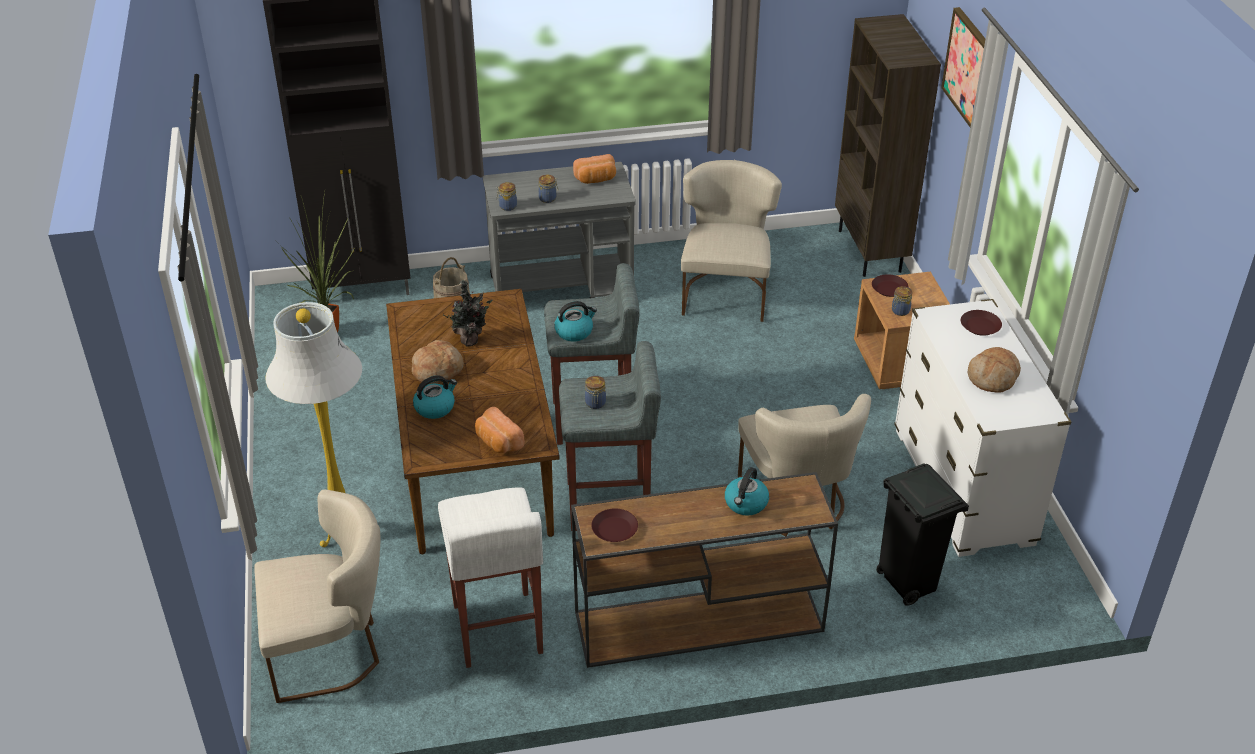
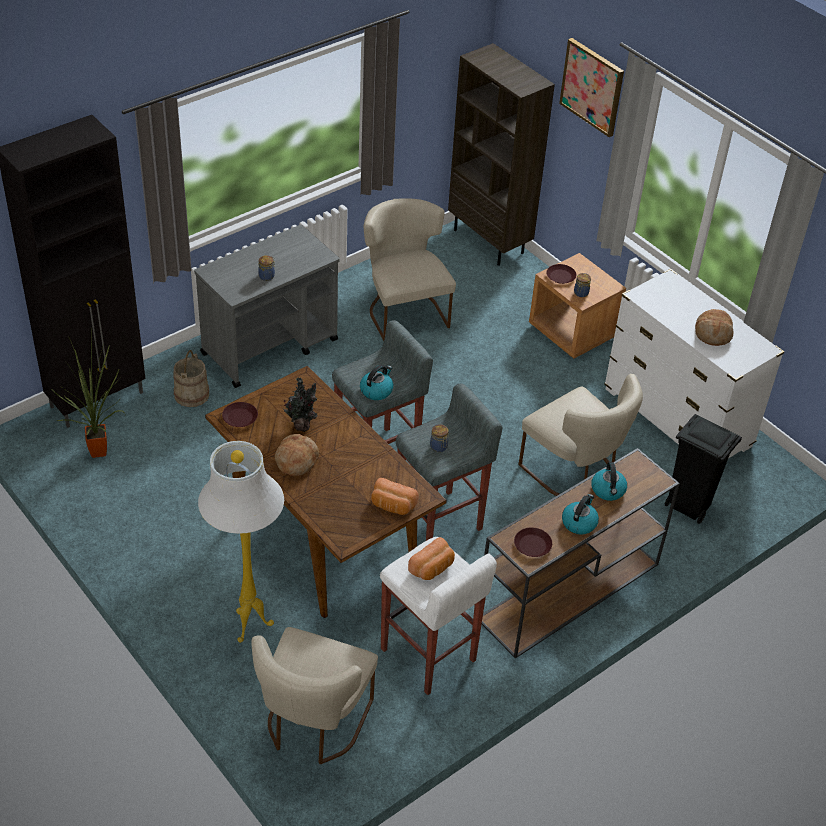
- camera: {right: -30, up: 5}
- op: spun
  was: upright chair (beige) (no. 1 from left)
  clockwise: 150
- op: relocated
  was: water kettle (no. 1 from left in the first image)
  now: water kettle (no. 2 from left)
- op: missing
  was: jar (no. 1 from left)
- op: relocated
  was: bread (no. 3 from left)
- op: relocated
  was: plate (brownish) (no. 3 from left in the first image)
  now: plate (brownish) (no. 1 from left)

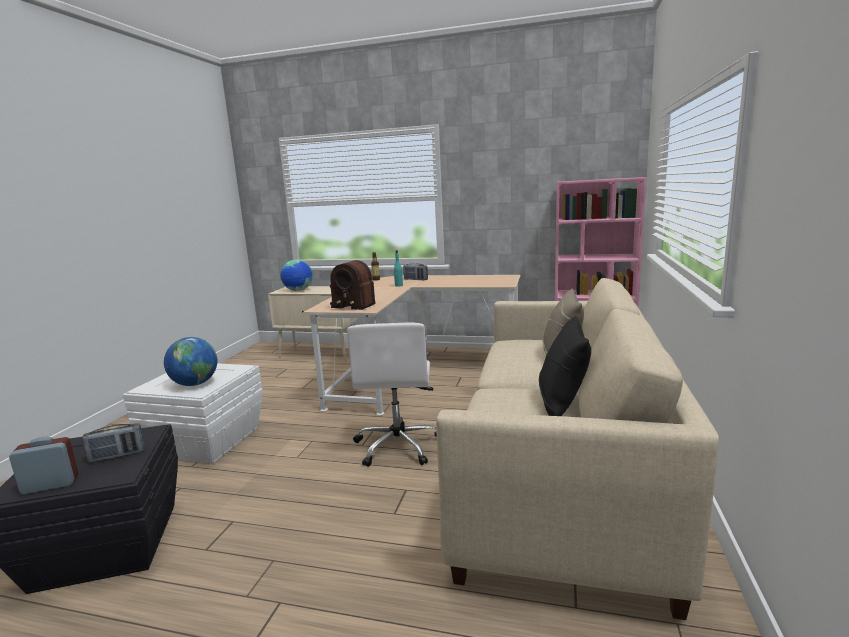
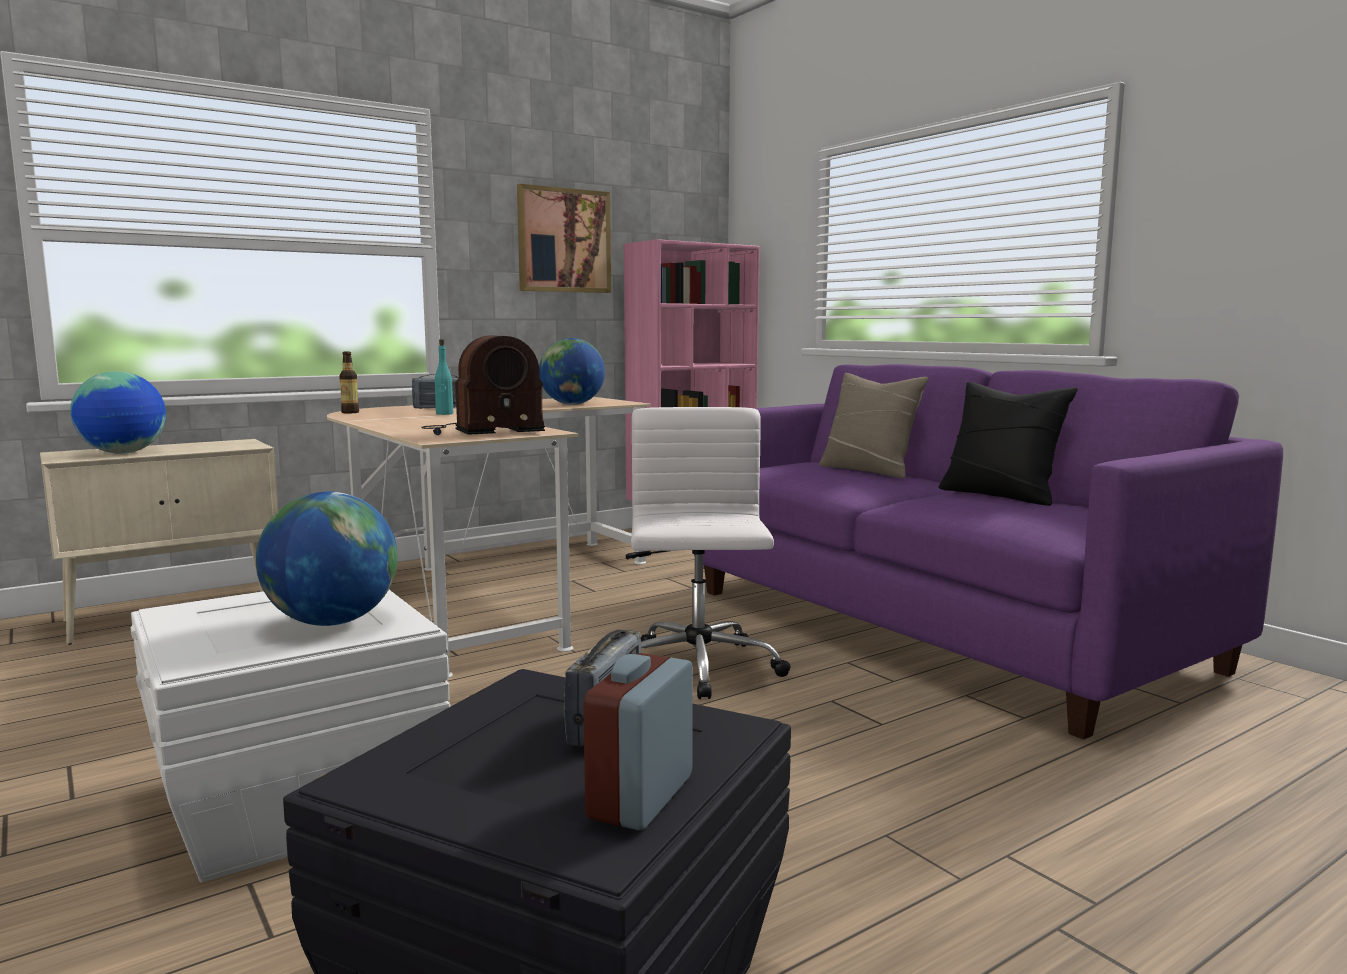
- camera: {right: -50, up: -5}
- op: spun
  was: computer chair (white)
  clockwise: -135
- op: colour
  was: settee (beige)
  now: settee (purple-coloured)
- op: appeared
  now: picture
- op: appeared
  now: world globe (no. 3 from left)

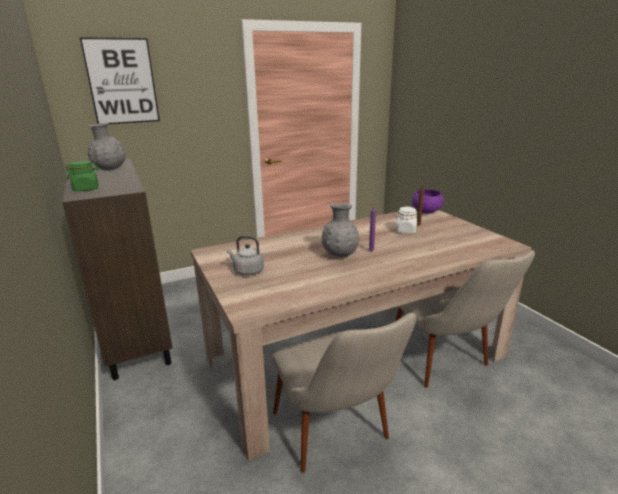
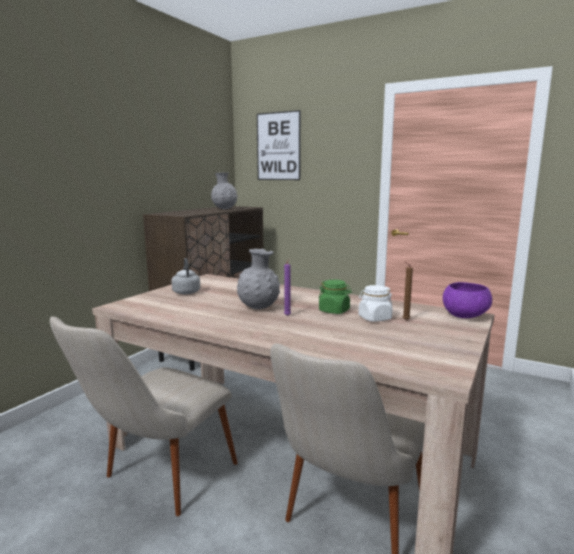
- camera: {right: 55, up: -10}
- op: relocated
  was: jar (green-coloured)

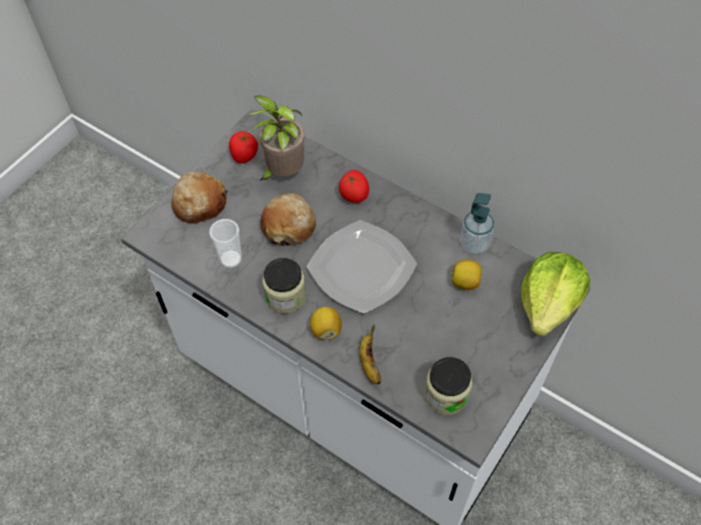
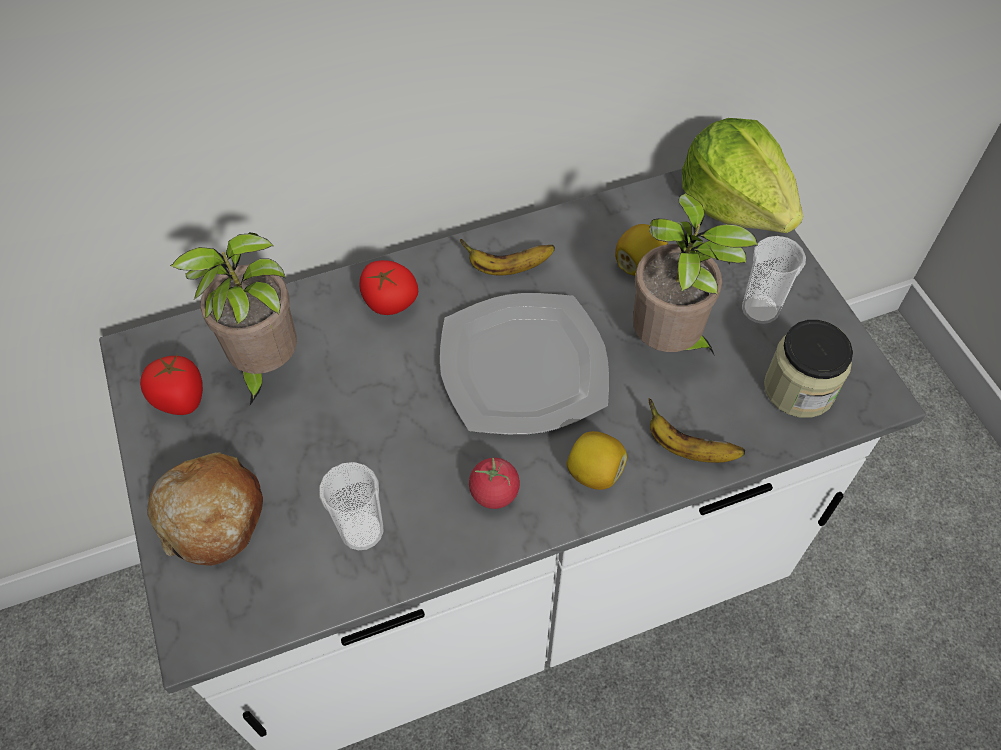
- camera: {right: -55, up: 0}
- op: missing
  was: bread (no. 2 from left)
- op: exchanged
  was: jar (no. 1 from left)
  now: tomato (no. 3 from left)
- op: missing
  was: soap dispenser
- op: appeared
  now: banana (no. 1 from left)
- op: appeared
  now: plant in a pot (no. 2 from left)
- op: appeared
  now: small cup (no. 2 from left)

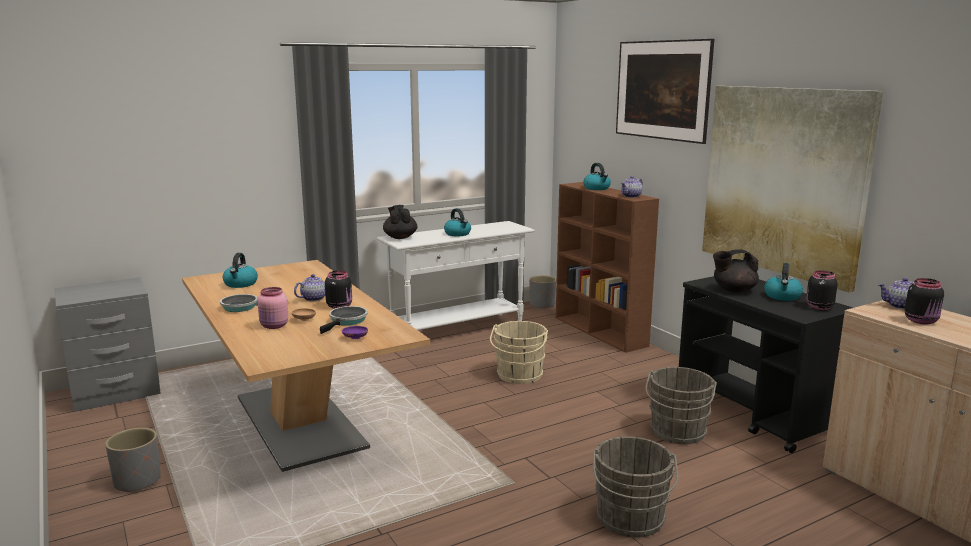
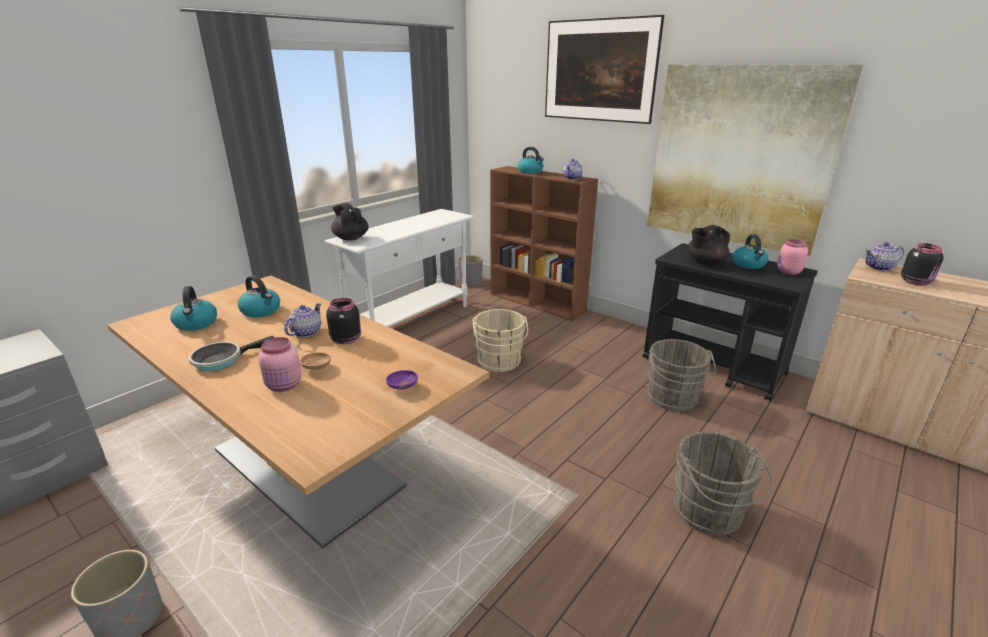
- camera: {right: -20, up: 10}
- op: missing
  was: skillet (no. 2 from left)
- op: relocated
  was: water kettle (no. 2 from left)
- op: colour
  was: jar (black-coloured) (no. 2 from left)
  now: jar (pink) (no. 2 from left)

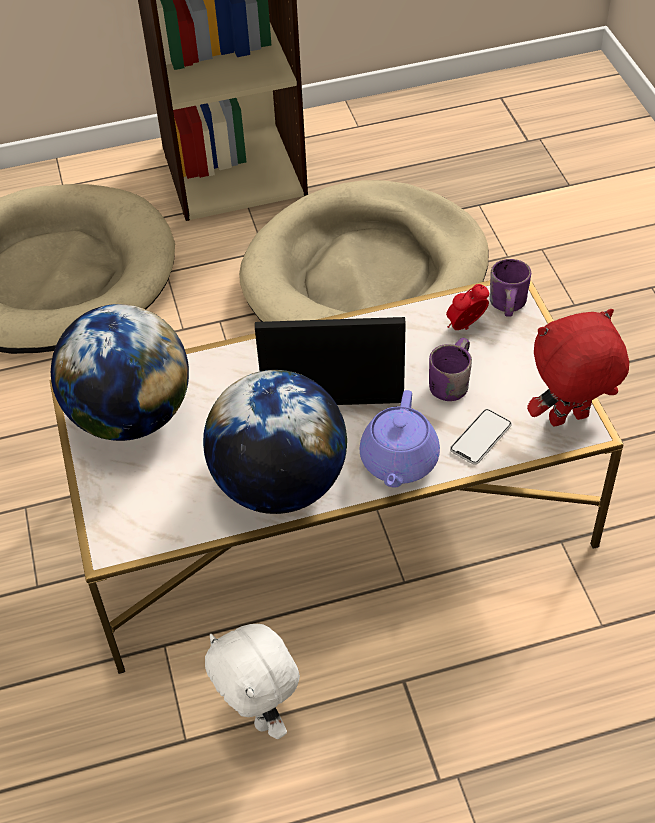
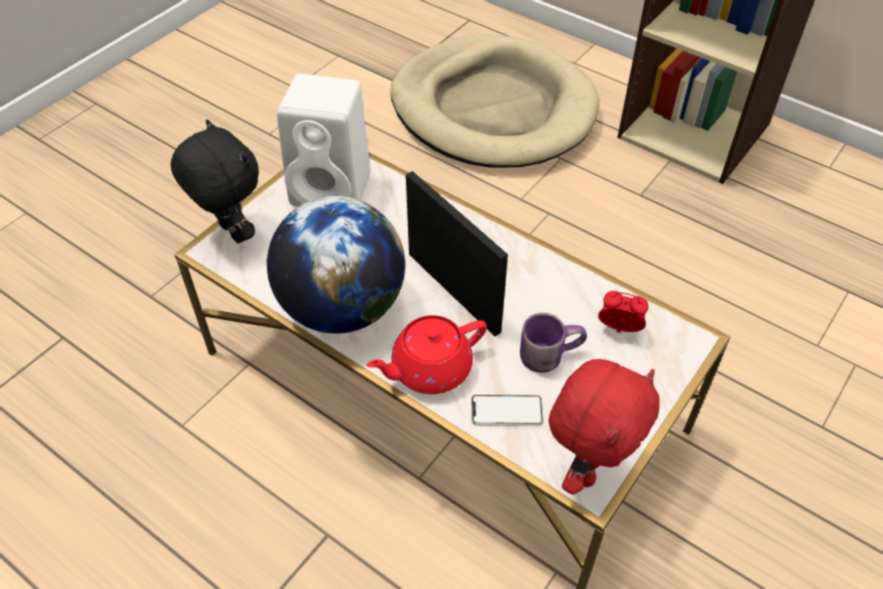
- camera: {right: 50, up: 0}
- op: exchanged
  was: world globe (no. 1 from left)
  now: speaker (white)
- op: missing
  was: soft toy (white)
- op: missing
  was: dog cushion (beige) (no. 2 from left)
- op: colour
  was: pot for tea (purple-coloured)
  now: pot for tea (reddish)
- op: missing
  was: tea mug (purple-coloured) (no. 2 from left)
- op: spun
  was: soft toy (reddish)
  clockwise: 90
- op: appeared
  now: soft toy (black-coloured)

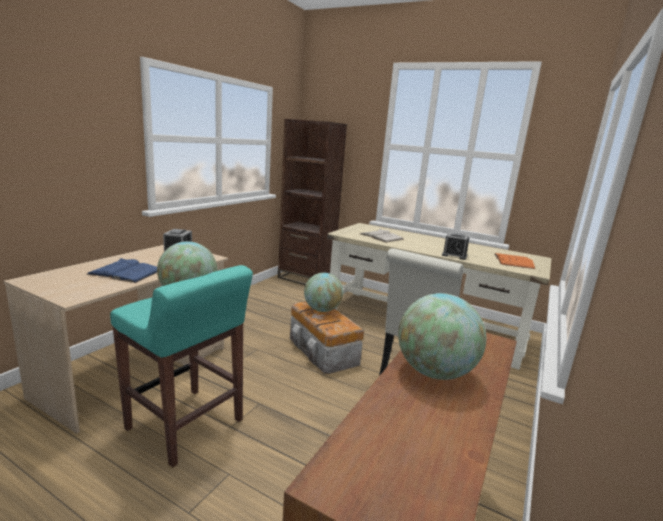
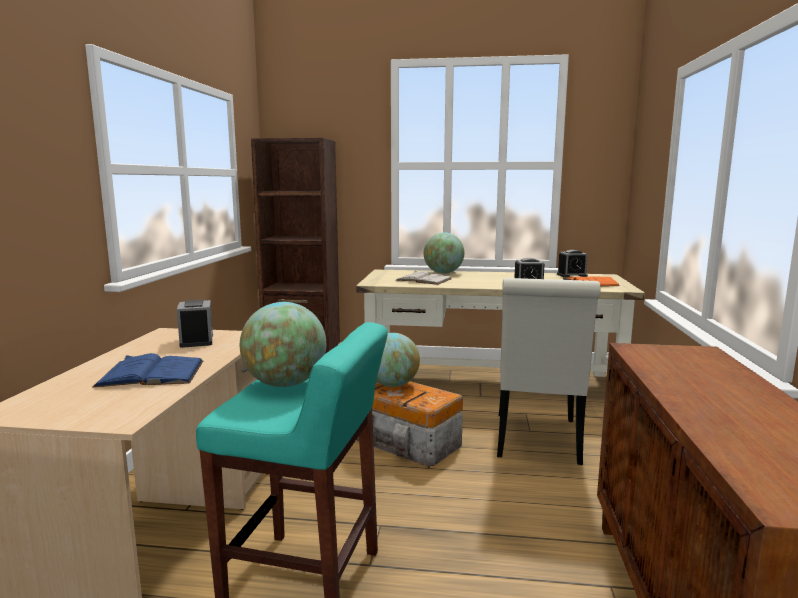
- camera: {right: -20, up: -5}
- op: relocated
  was: world globe (no. 3 from left)
- op: appeared
  now: bedside clock (no. 3 from left)

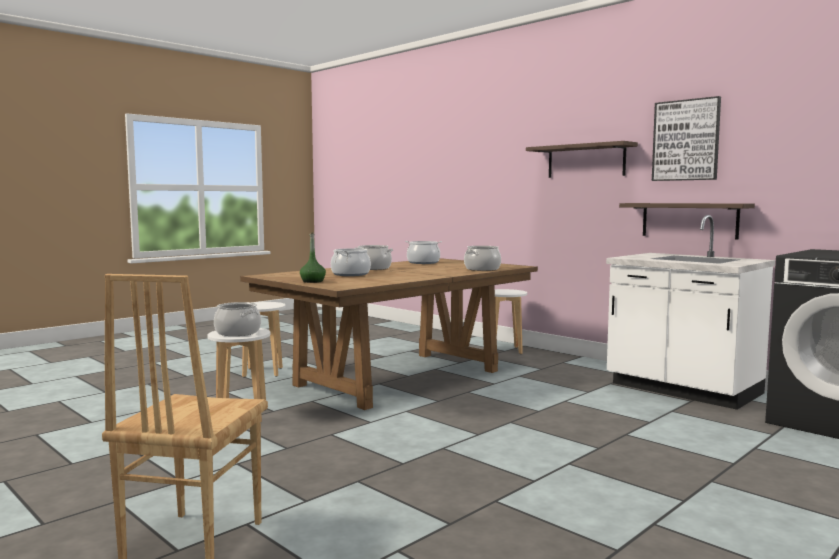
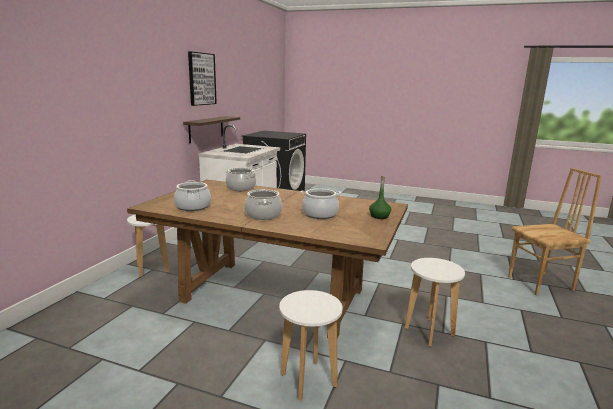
- camera: {right: -115, up: 10}
- op: missing
  was: stockpot (no. 1 from left)
- op: missing
  was: shelf (no. 1 from left)

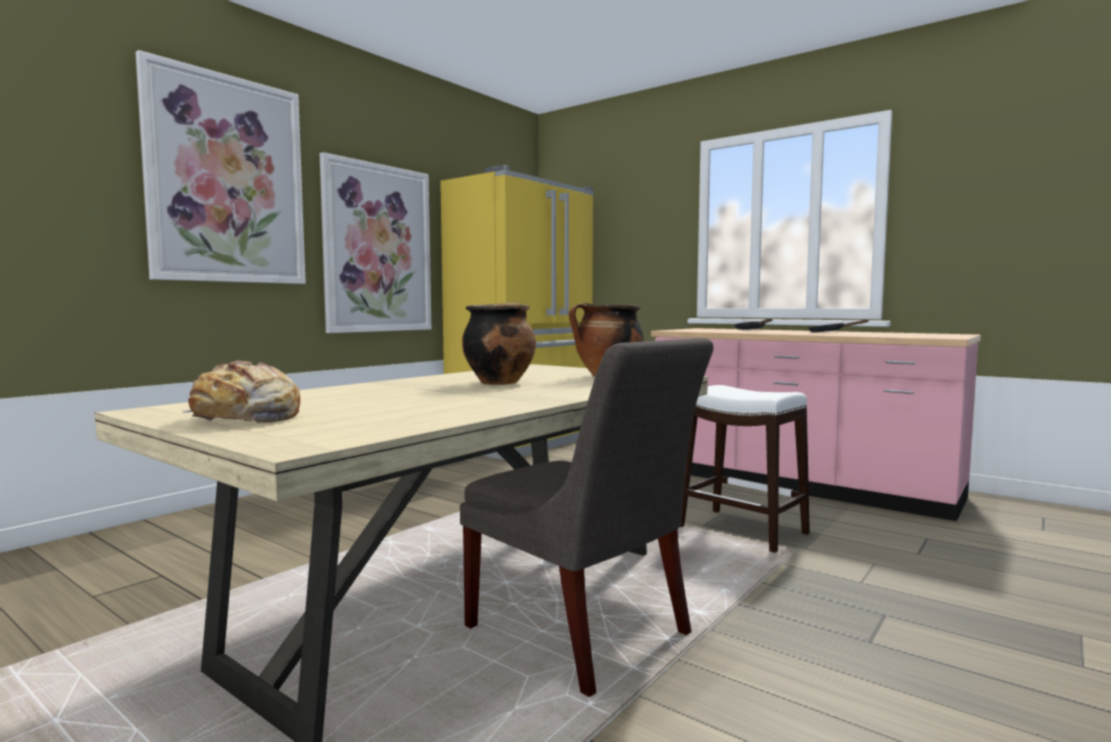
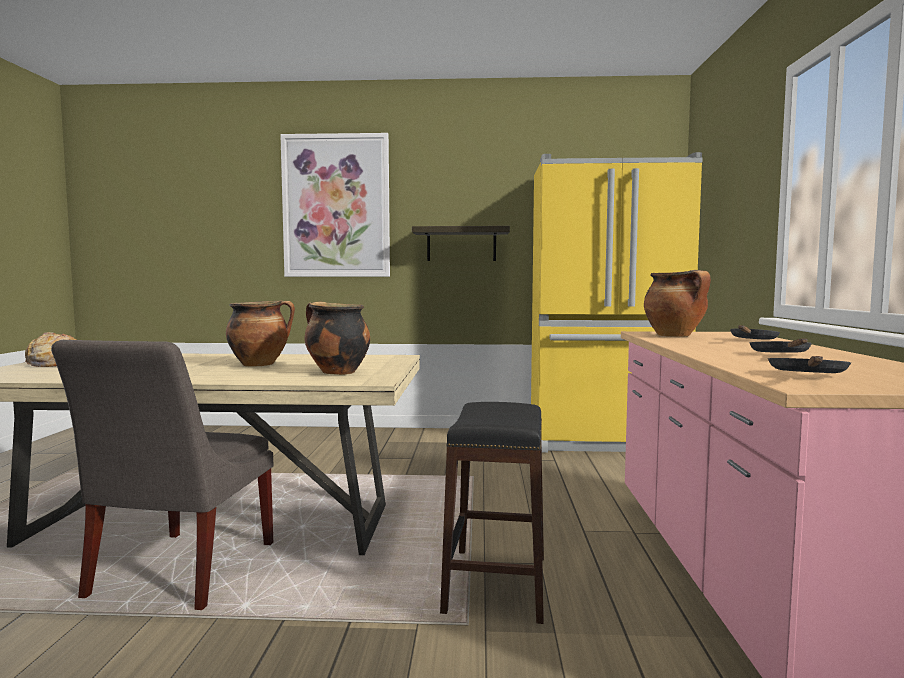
- camera: {right: 55, up: 0}
- op: exchanged
  was: picture (no. 2 from left)
  now: shelf
- op: colour
  was: stool seat (white)
  now: stool seat (black-coloured)
- op: appeared
  now: stockpot (no. 3 from left)
- op: appeared
  now: skillet (black-coloured) (no. 3 from left)

